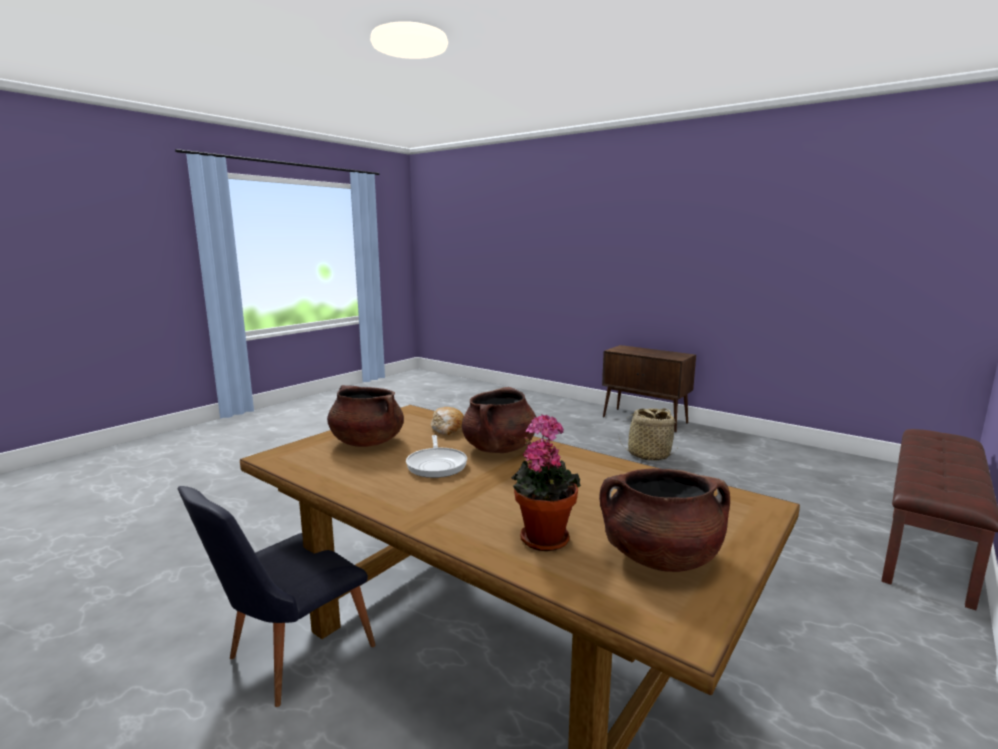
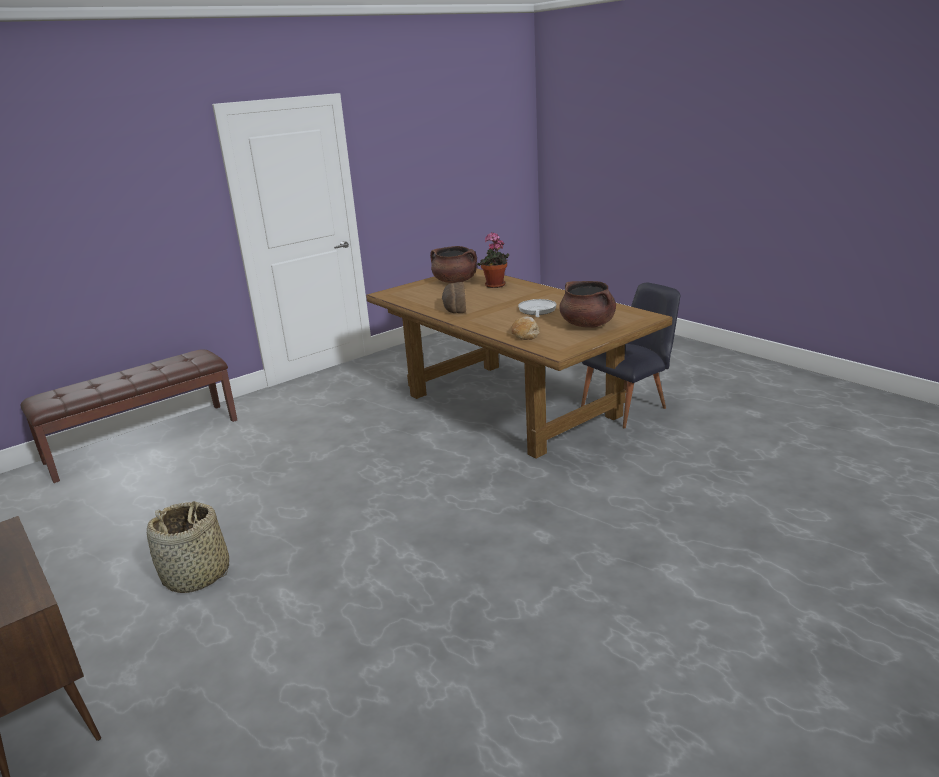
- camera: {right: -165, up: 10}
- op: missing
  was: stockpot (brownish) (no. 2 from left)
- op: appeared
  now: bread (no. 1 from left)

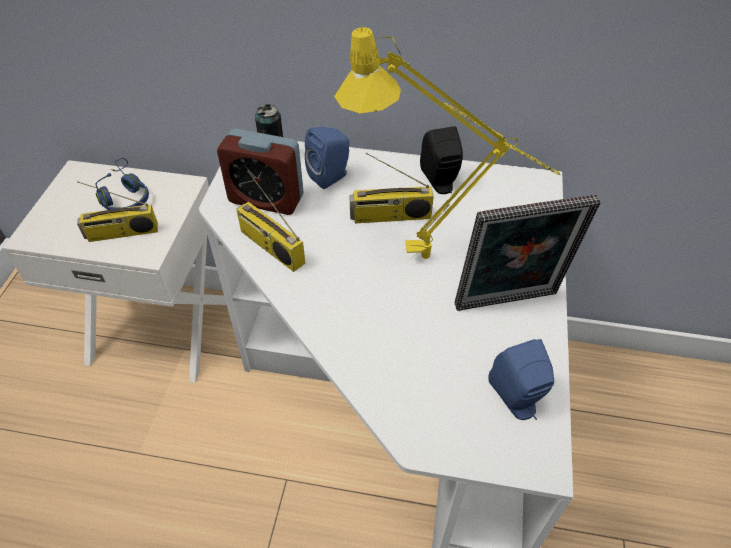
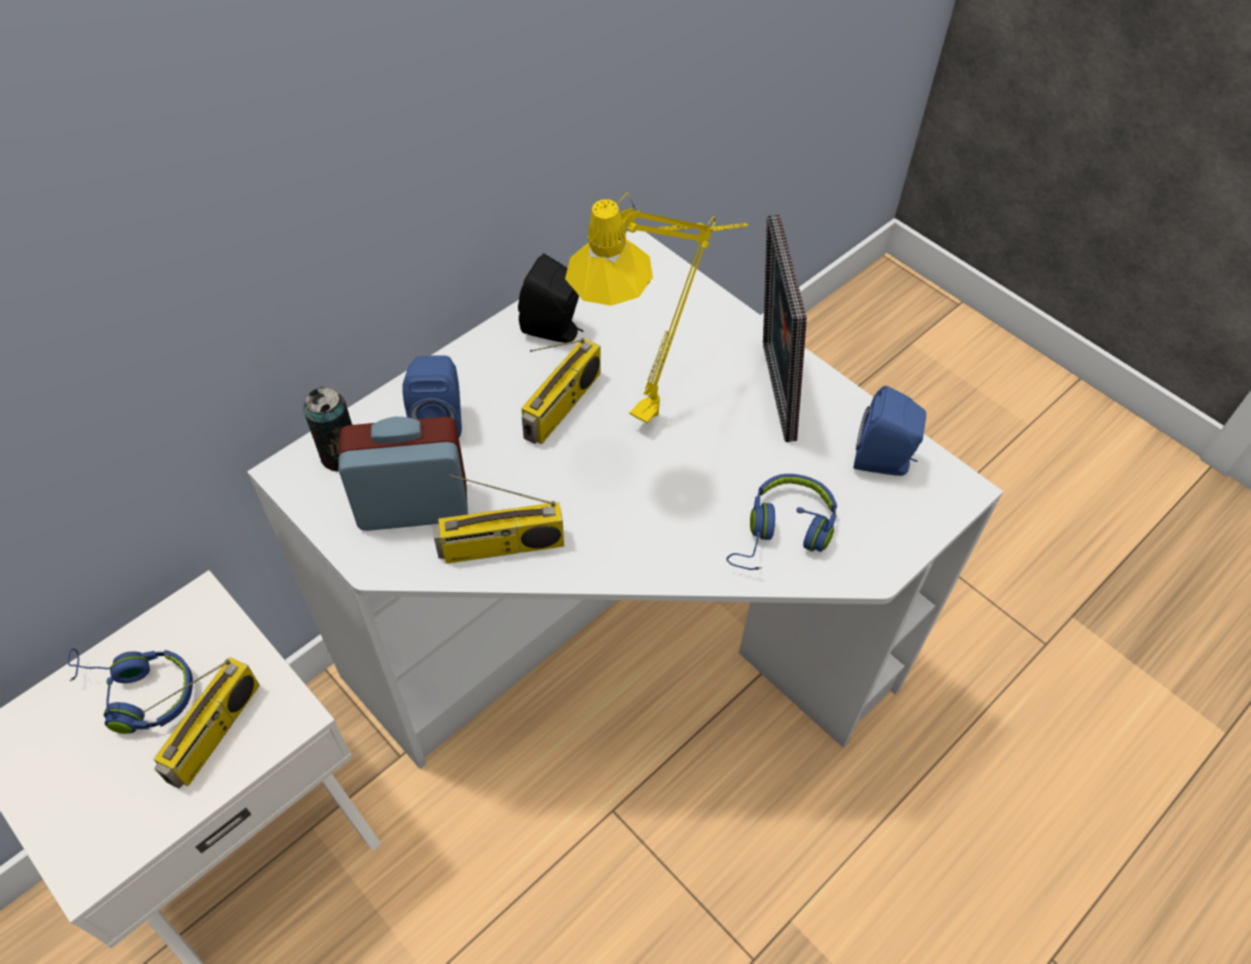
- camera: {right: -55, up: 5}
- op: spun
  was: bedside clock
  clockwise: -150
- op: spun
  was: picture frame
  clockwise: 150
- op: appeared
  now: headset (blue-coloured) (no. 2 from left)

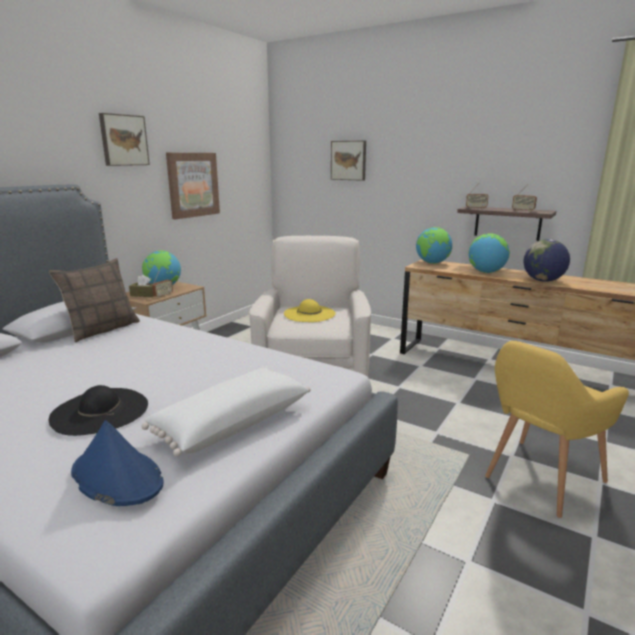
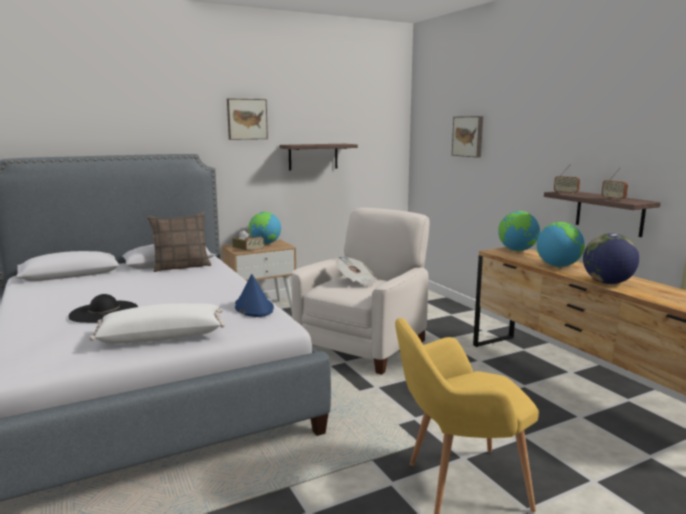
- camera: {right: 30, up: -5}
- op: relocated
  was: wearable hat (blue-coloured)
- op: exchanged
  was: picture (no. 2 from left)
  now: shelf (no. 1 from left)
- op: exchanged
  was: wearable hat (yellowish)
  now: printed paper

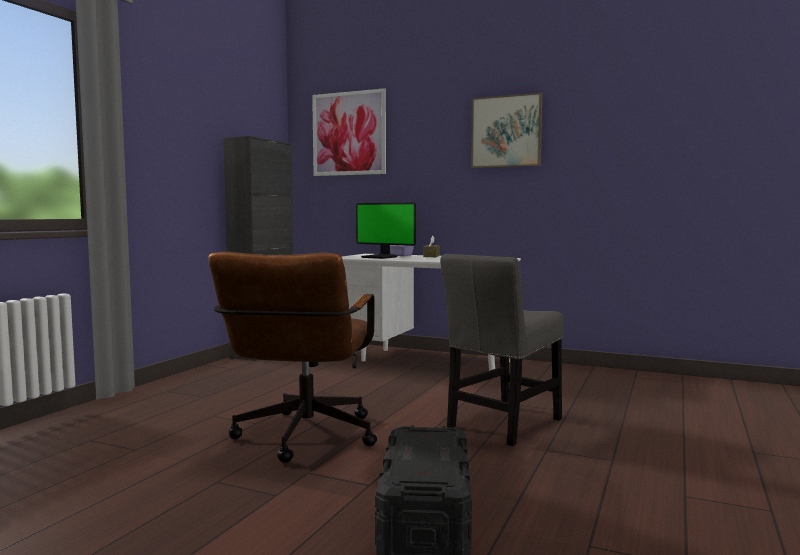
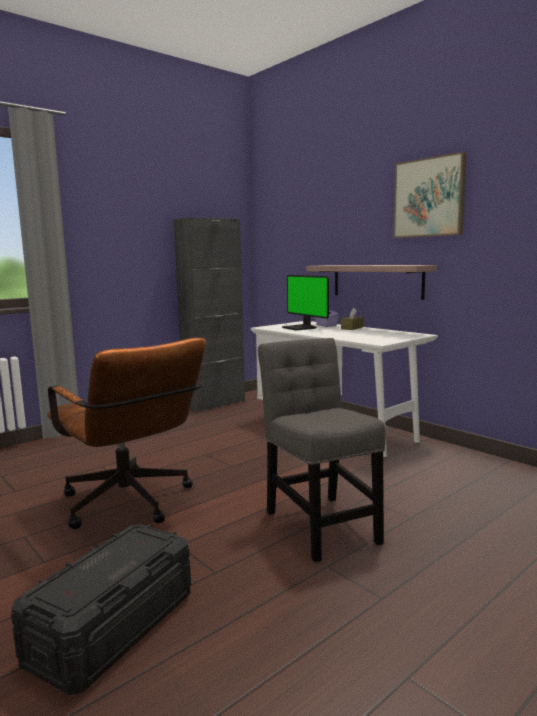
- camera: {right: 25, up: 5}
- op: spun
  was: computer chair (brownish)
  clockwise: -75
- op: missing
  was: picture (no. 1 from left)
- op: spun
  was: upright chair (gray)
  clockwise: 90
- op: appeared
  now: shelf

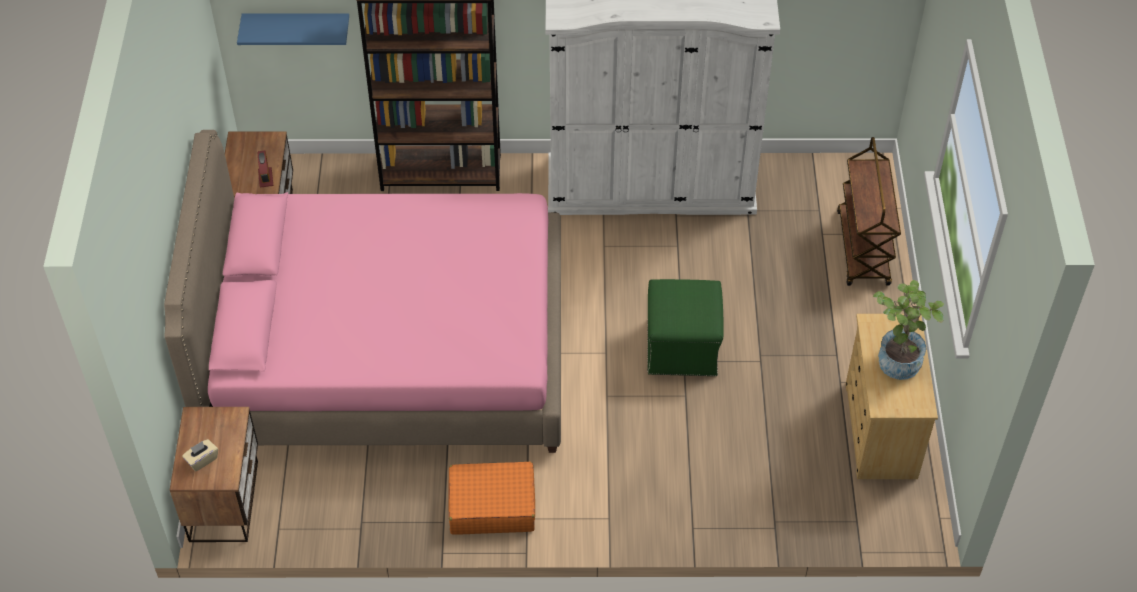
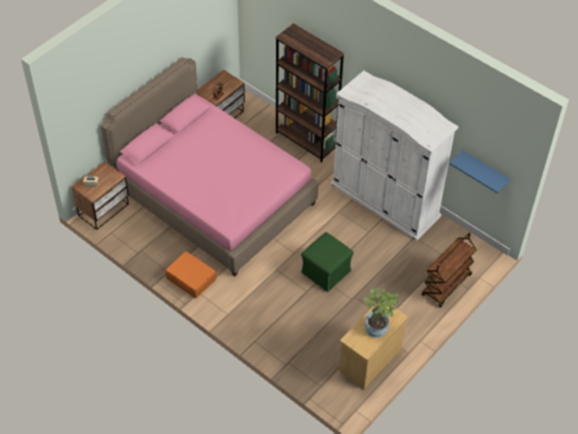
- camera: {right: 40, up: 0}
- op: relocated
  was: shelf (blue-coloured)

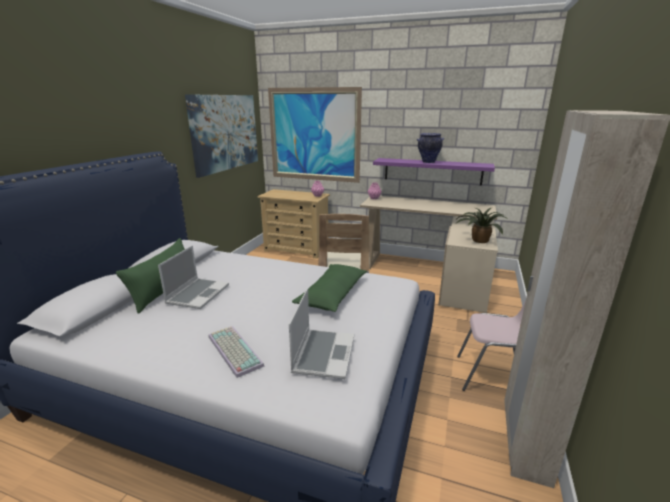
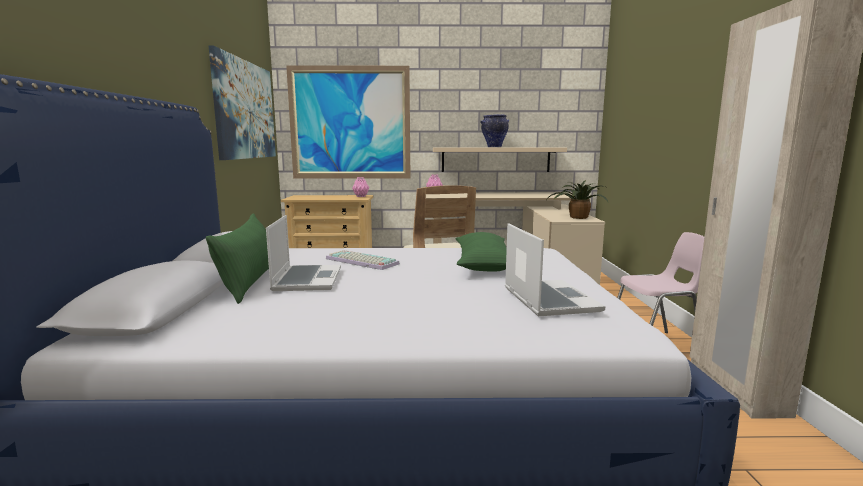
- camera: {right: -20, up: -10}
- op: relocated
  was: computer keyboard
- op: colour
  was: shelf (purple-coloured)
  now: shelf (beige)

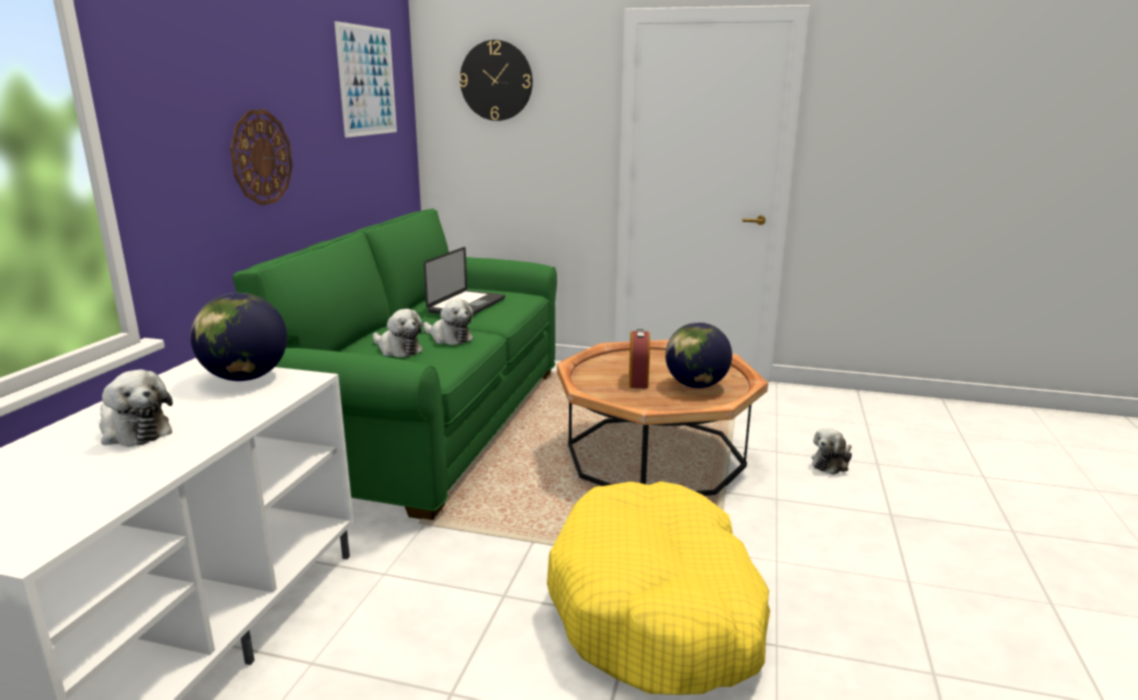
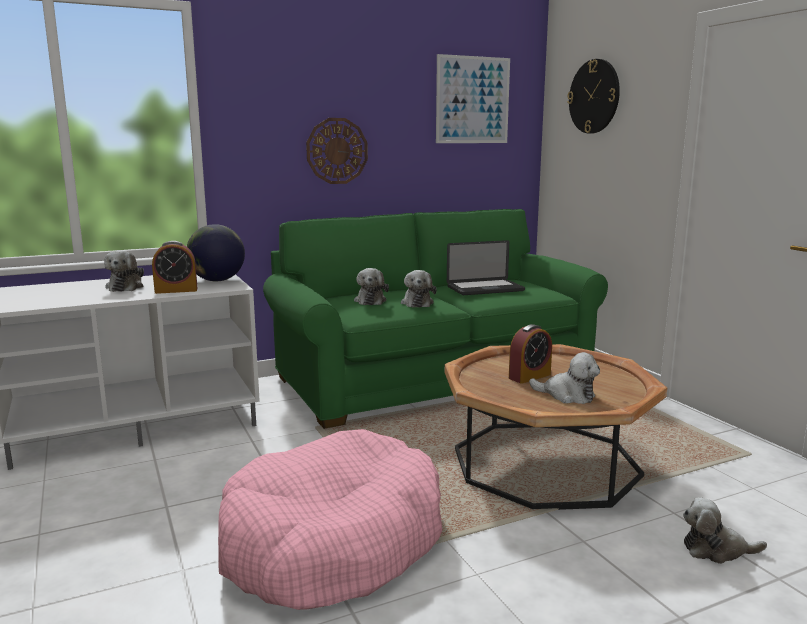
- camera: {right: 50, up: -5}
- op: colour
  was: dog cushion (yellowish)
  now: dog cushion (pink)
- op: exchanged
  was: world globe (no. 2 from left)
  now: soft toy (no. 4 from left)
- op: appeared
  now: bedside clock (no. 1 from left)

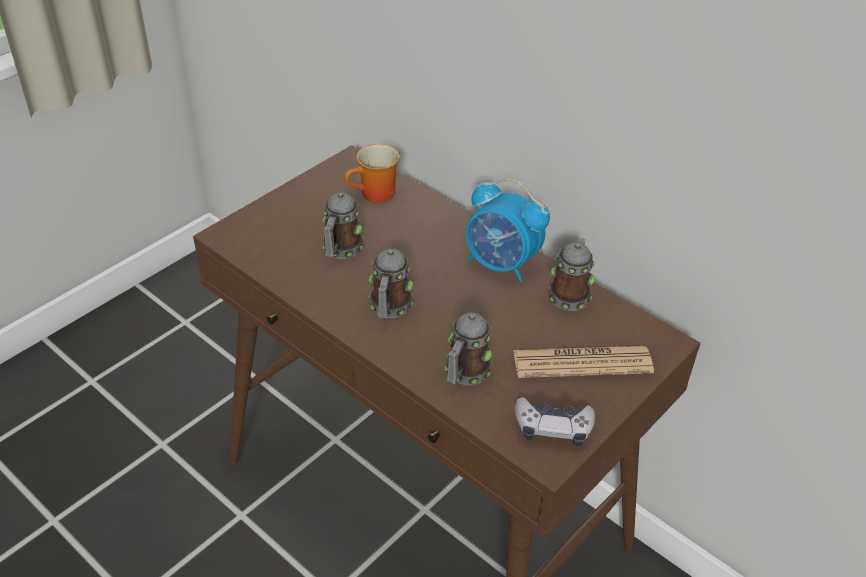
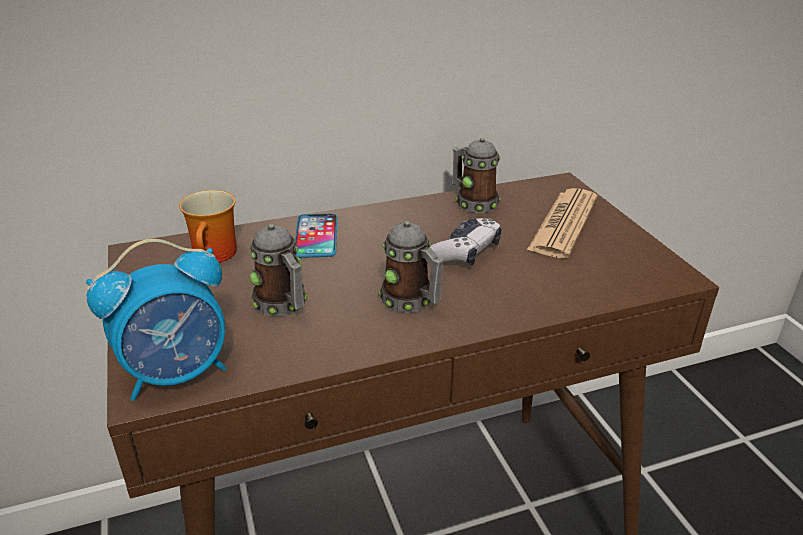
- camera: {right: -60, up: -10}
- op: missing
  was: tea mug (no. 4 from left)
- op: relocated
  was: bedside clock
- op: relocated
  was: joypad
- op: appeared
  now: phone

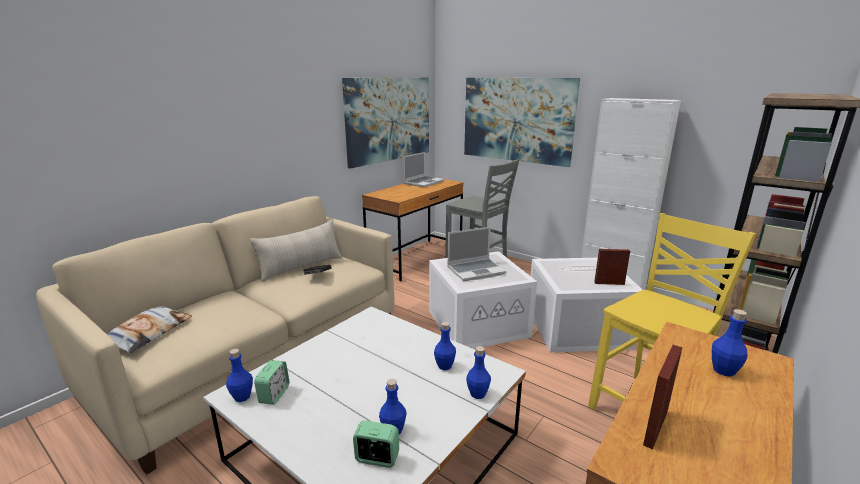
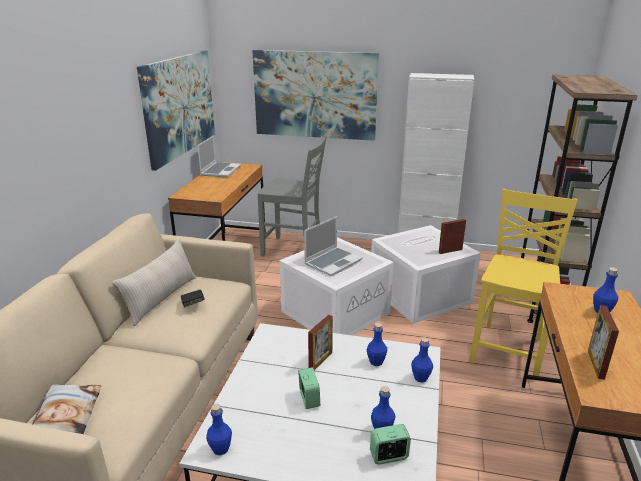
- camera: {right: -25, up: 5}
- op: relocated
  was: bedside clock (no. 1 from left)
- op: appeared
  now: picture frame (no. 1 from left)

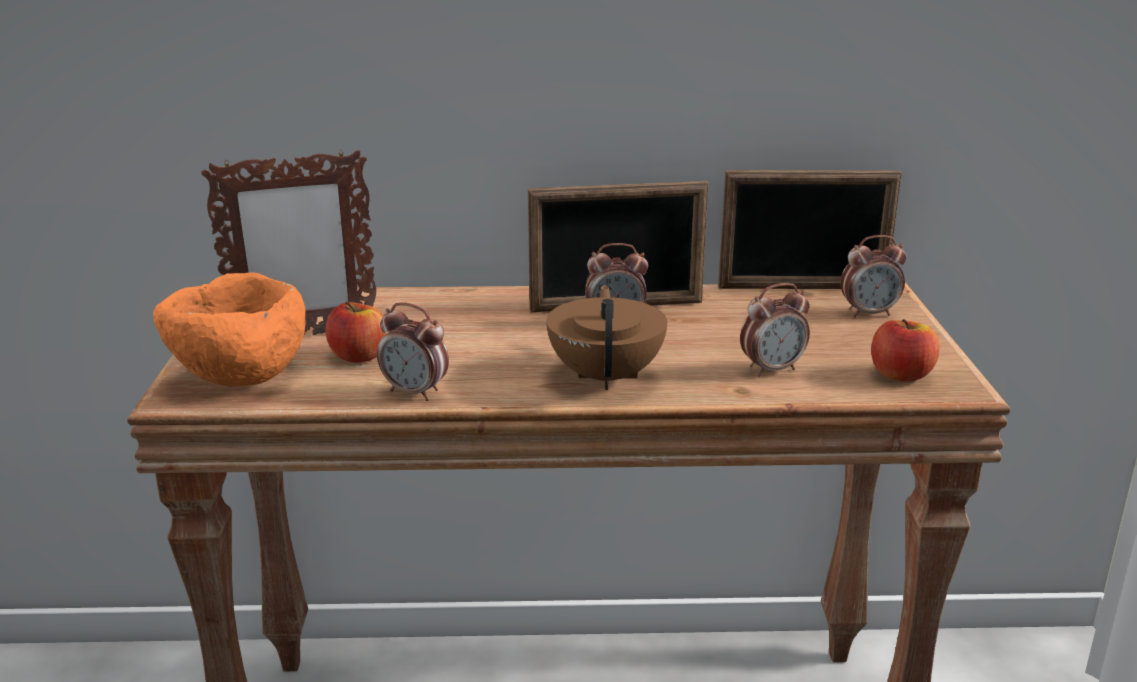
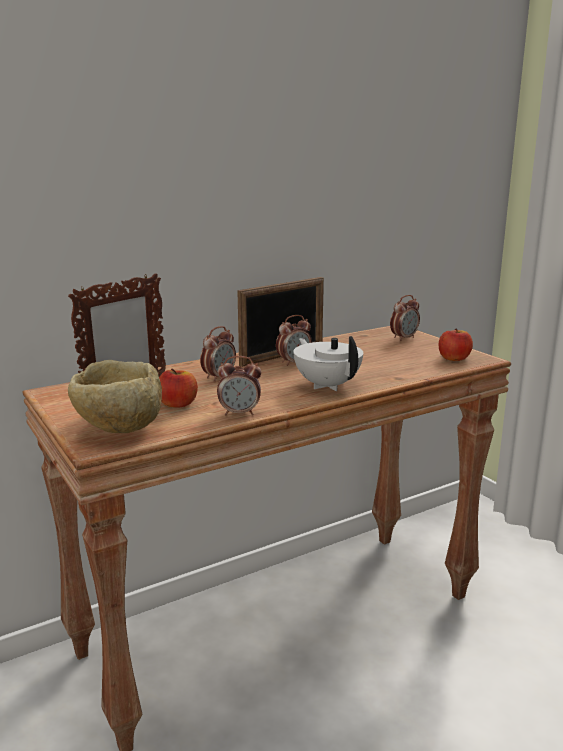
- camera: {right: -30, up: -5}
- op: colour
  was: serving bowl (orangey)
  now: serving bowl (beige)
- op: colour
  was: pot for tea (brownish)
  now: pot for tea (white)
- op: missing
  was: picture frame (no. 3 from left)
- op: relocated
  was: bedside clock (no. 3 from left in the first image)
  now: bedside clock (no. 1 from left)

